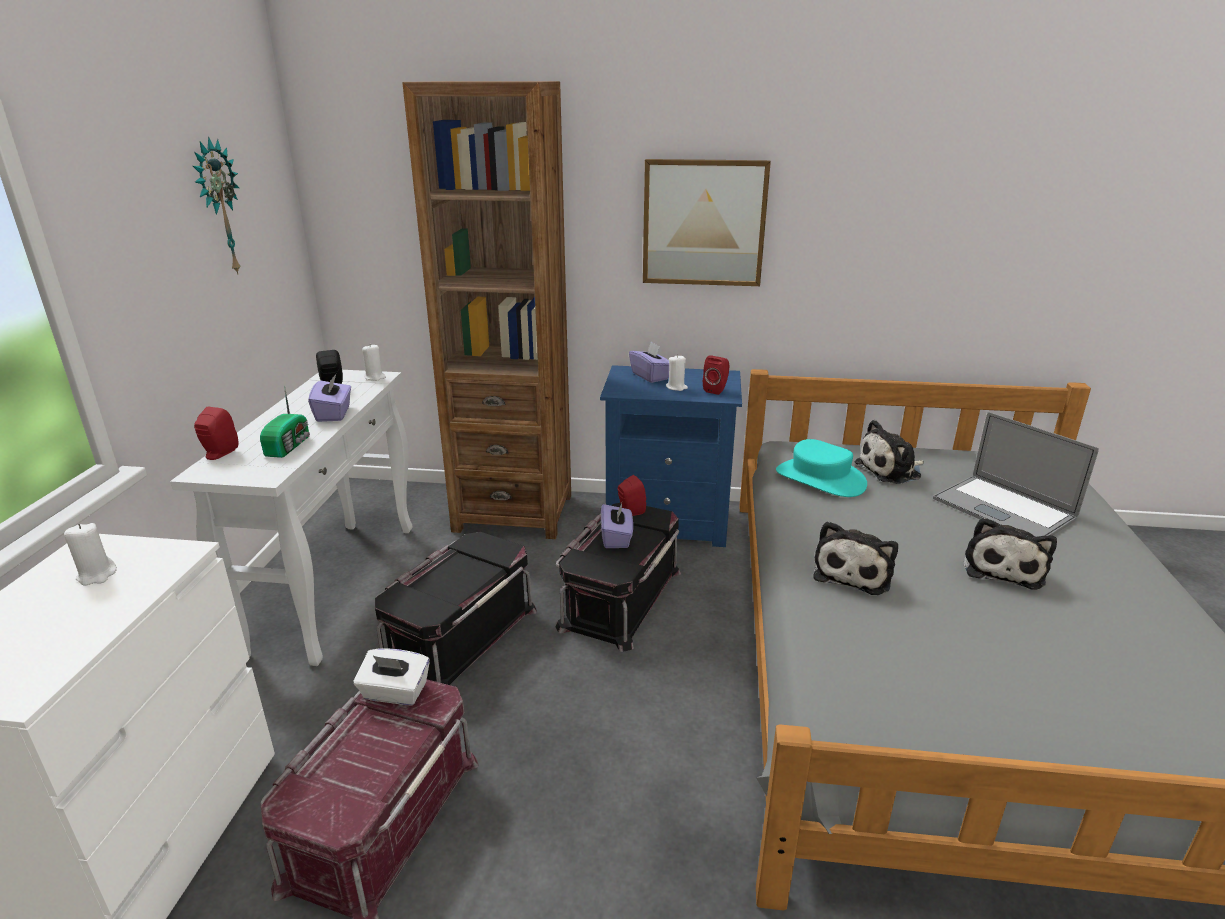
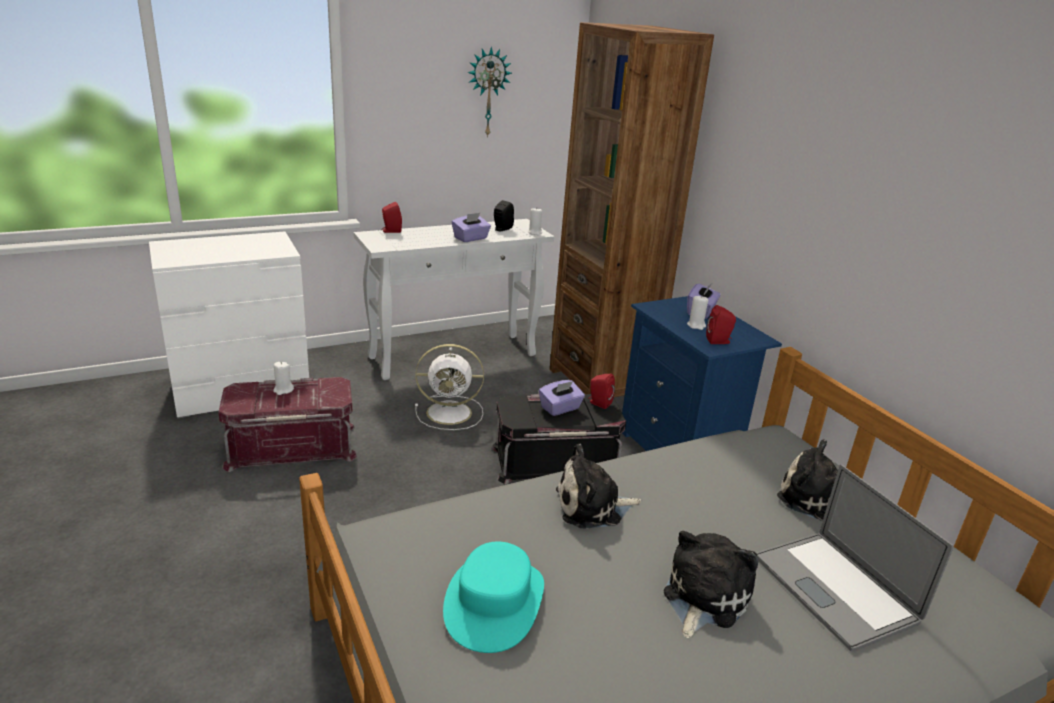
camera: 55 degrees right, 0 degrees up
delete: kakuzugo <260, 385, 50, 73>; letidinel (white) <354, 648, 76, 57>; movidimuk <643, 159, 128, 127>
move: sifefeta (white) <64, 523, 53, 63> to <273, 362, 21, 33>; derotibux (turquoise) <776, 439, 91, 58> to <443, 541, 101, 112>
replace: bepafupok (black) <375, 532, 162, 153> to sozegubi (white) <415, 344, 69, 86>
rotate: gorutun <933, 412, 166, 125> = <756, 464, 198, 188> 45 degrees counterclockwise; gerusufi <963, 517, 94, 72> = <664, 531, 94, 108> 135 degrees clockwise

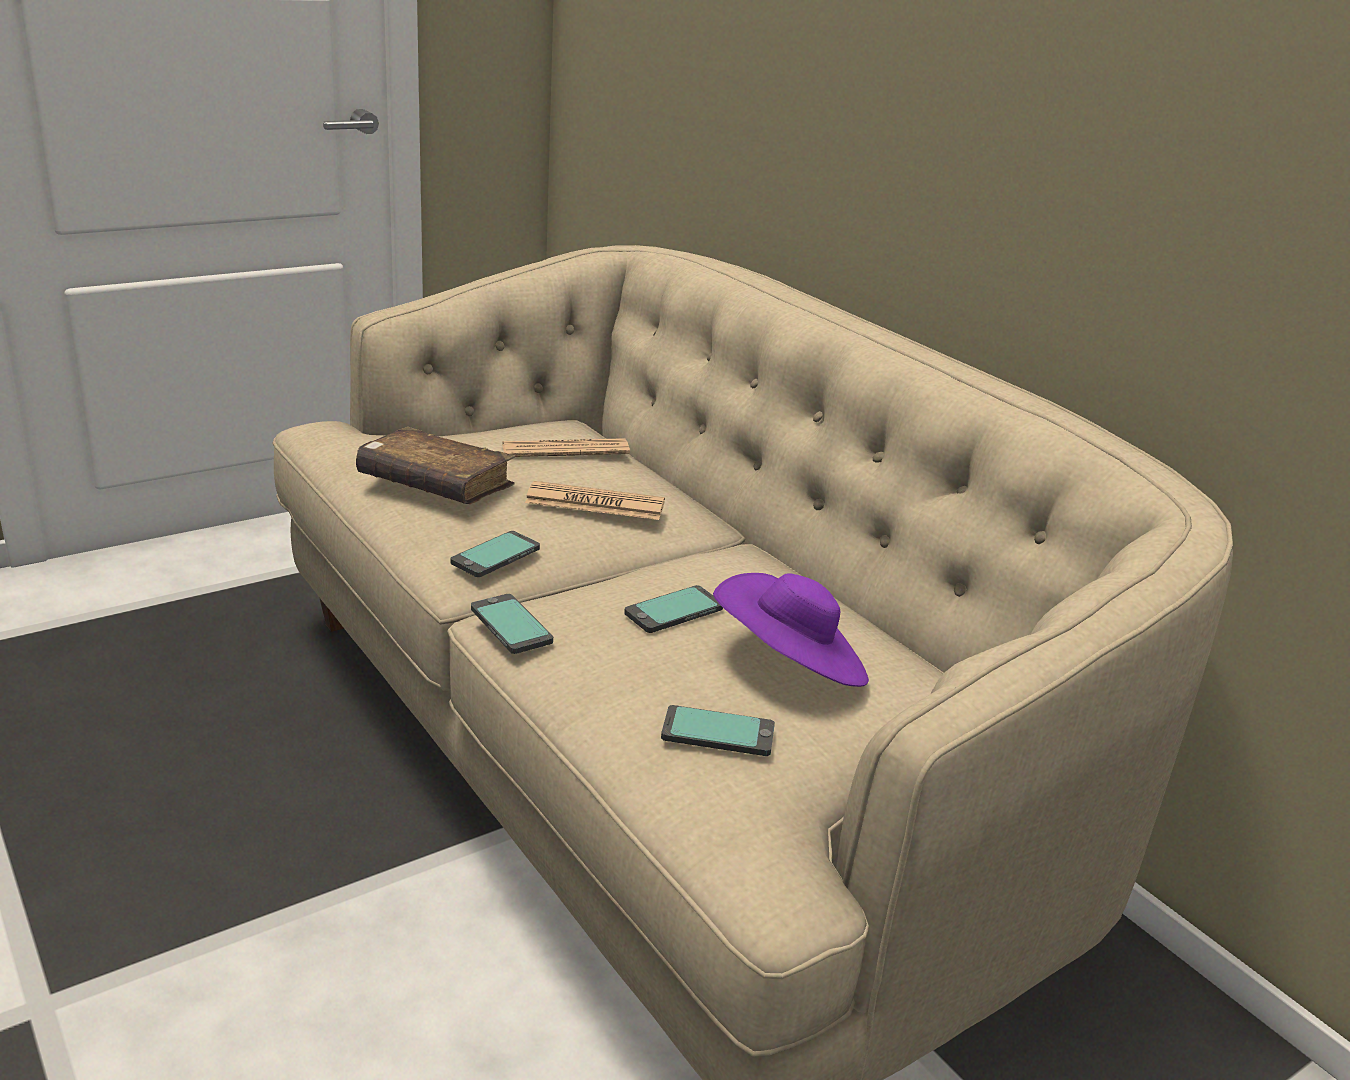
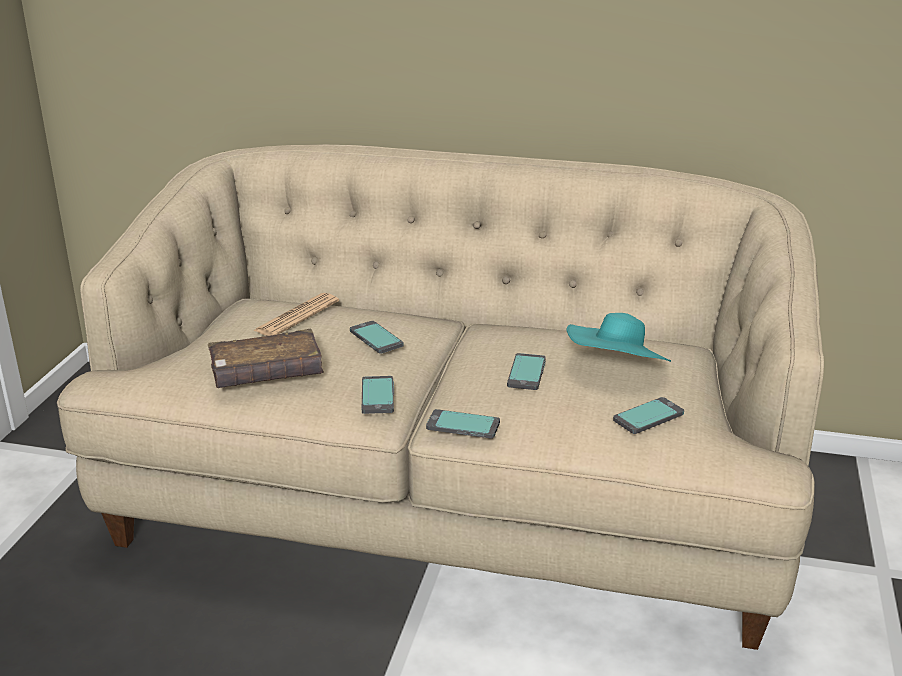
camera: 40 degrees left, 0 degrees up
replace: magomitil <525, 481, 140, 39> to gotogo <350, 321, 54, 33>
recolor: derotibux (purple) <713, 573, 156, 114> to derotibux (turquoise) <566, 313, 105, 49>

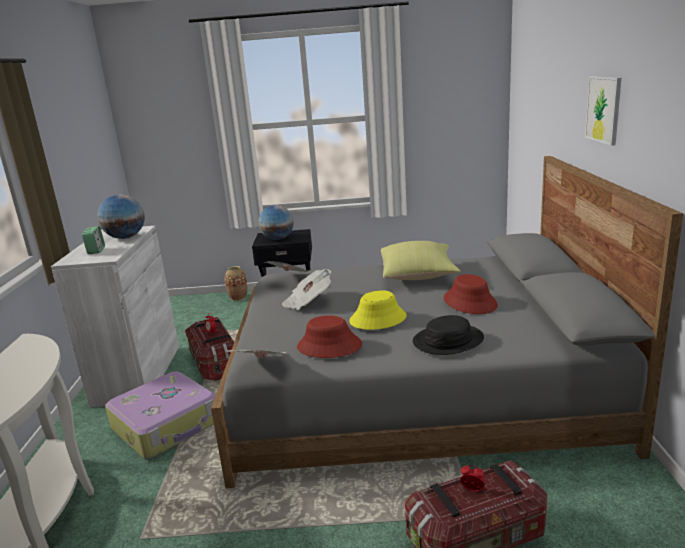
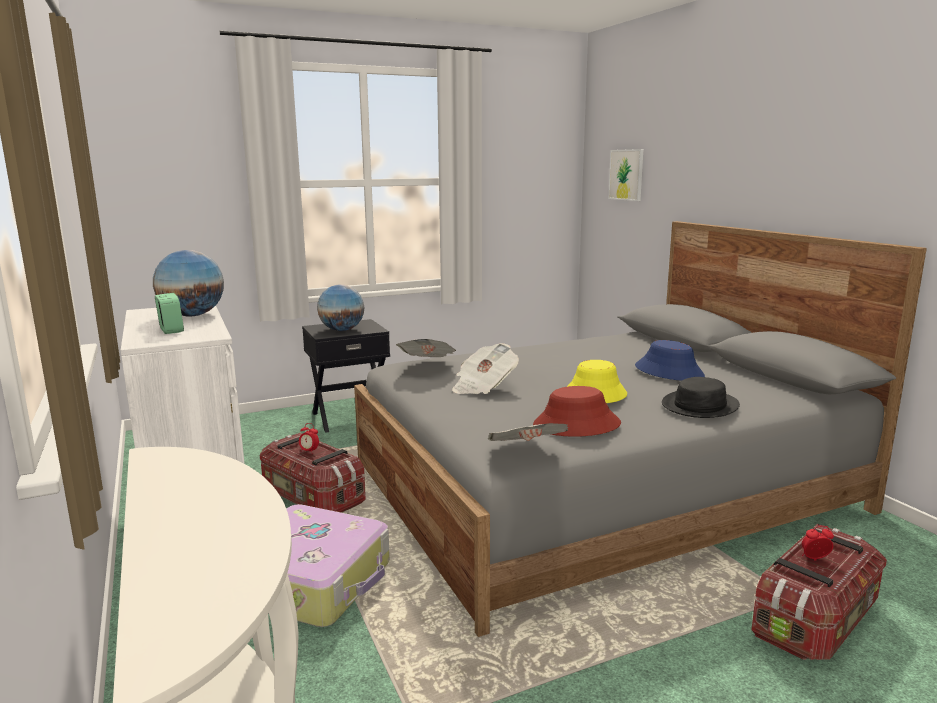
camera: 25 degrees left, 5 degrees down
delete: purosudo <225, 266, 22, 35>; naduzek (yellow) <381, 241, 80, 39>
move: movidimuk <585, 76, 37, 70> to <608, 149, 35, 52>
recolor: derotibux (red) <444, 274, 54, 40> to derotibux (blue) <635, 340, 70, 41>

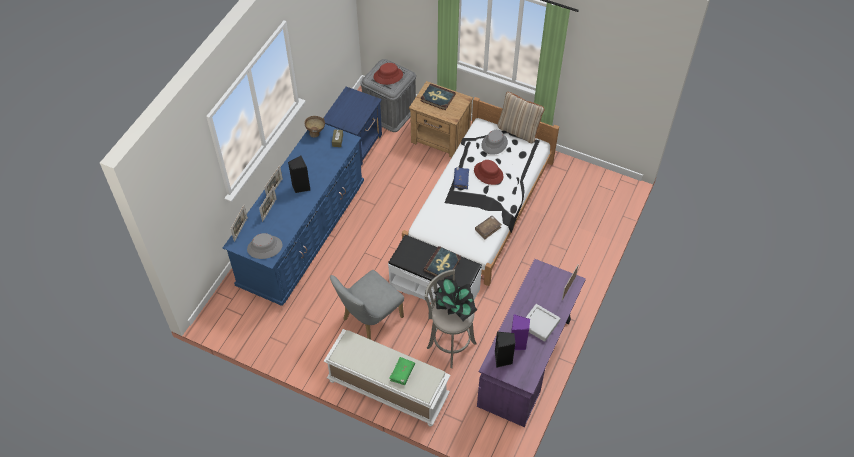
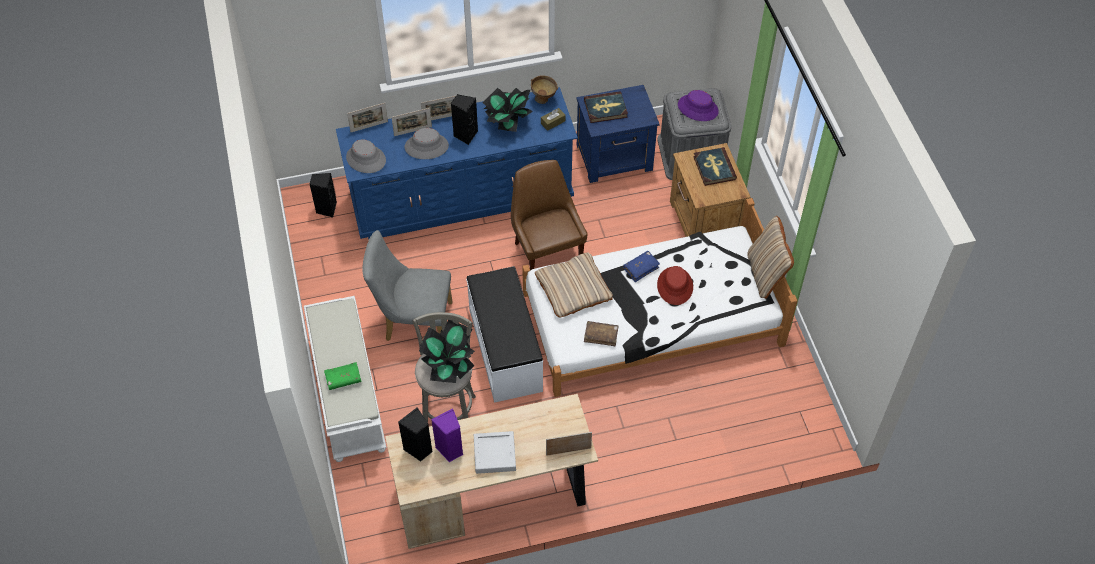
camera: 50 degrees right, 0 degrees up
insert: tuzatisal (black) <310, 173, 27, 44>; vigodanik <482, 88, 51, 44>; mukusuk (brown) <511, 160, 77, 110>; naduzek (beige) <535, 252, 78, 66>
move: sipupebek <423, 246, 38, 32> to <584, 91, 44, 32>; derotibux (grey) <482, 130, 26, 25> to <405, 128, 44, 31>
recolor: derotibux (red) <374, 63, 29, 22> to derotibux (purple) <678, 90, 41, 31>; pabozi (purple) <477, 259, 109, 168> to pabozi (beige) <385, 394, 213, 155>

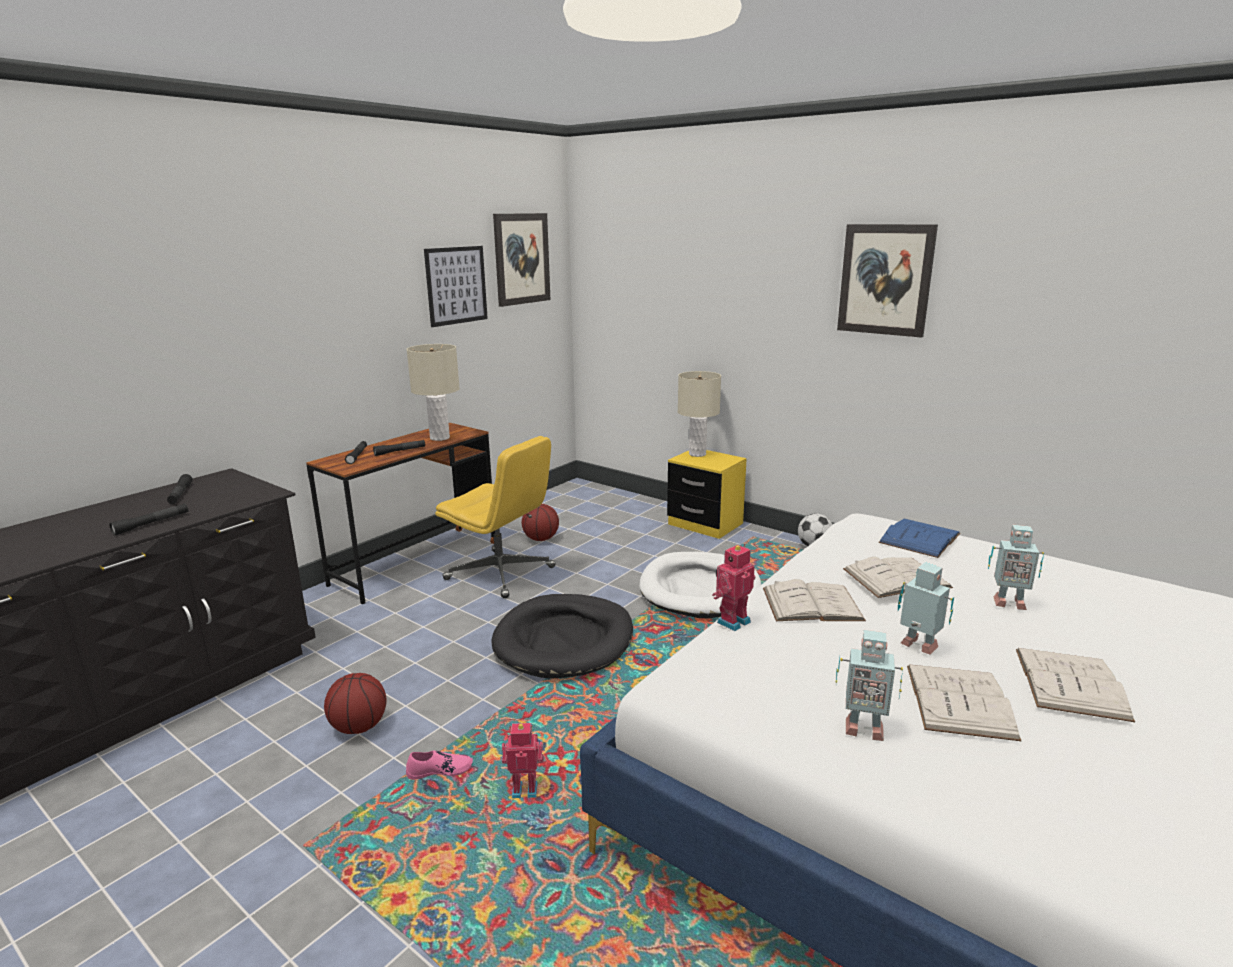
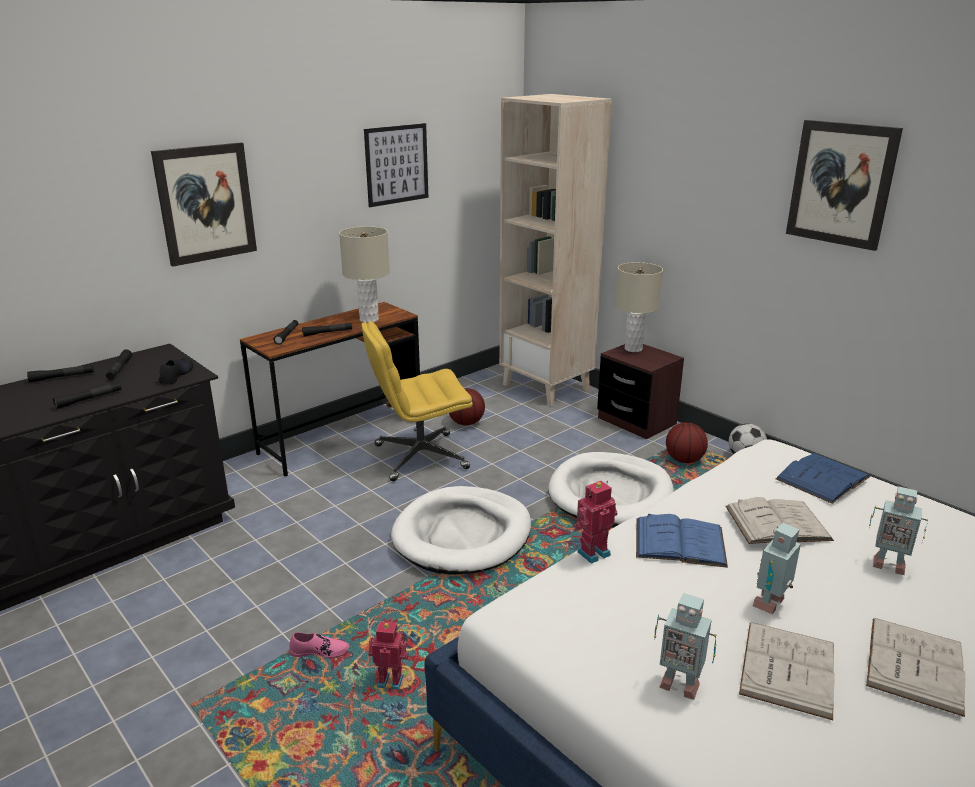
camera: 10 degrees right, 5 degrees up
insert: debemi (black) <27, 365, 67, 18>; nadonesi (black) <159, 358, 34, 26>; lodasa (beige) <499, 94, 113, 312>
move: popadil <324, 673, 63, 61> to <666, 423, 42, 40>; movidimuk <493, 213, 58, 94> to <151, 143, 106, 123>
recolor: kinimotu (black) <491, 594, 142, 84> to kinimotu (white) <391, 486, 140, 88>; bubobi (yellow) <667, 450, 80, 89> to bubobi (brown) <597, 344, 87, 95>; sipupebek (white) <763, 579, 103, 42> to sipupebek (blue) <636, 514, 92, 54>
rotate: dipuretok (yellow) <435, 436, 121, 163> = <361, 321, 112, 160> 120 degrees clockwise; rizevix <898, 562, 56, 92> = <753, 523, 48, 91> 105 degrees counterclockwise

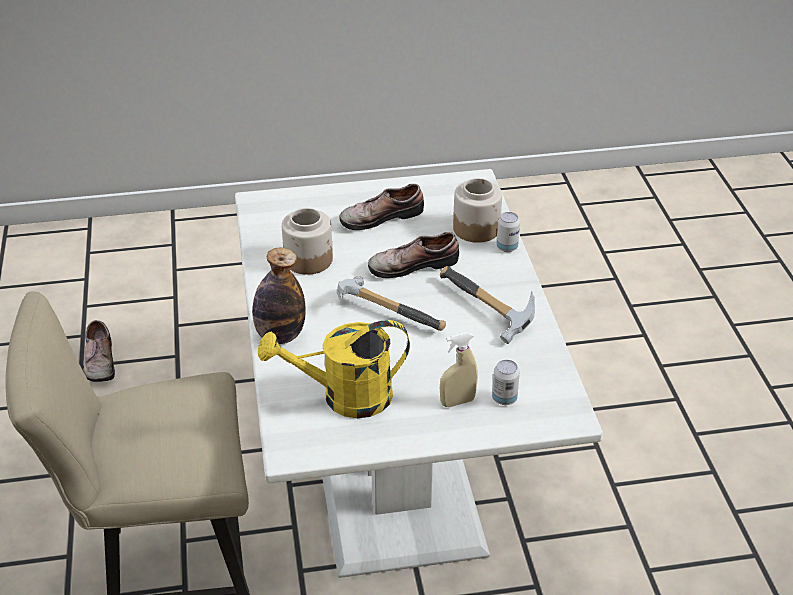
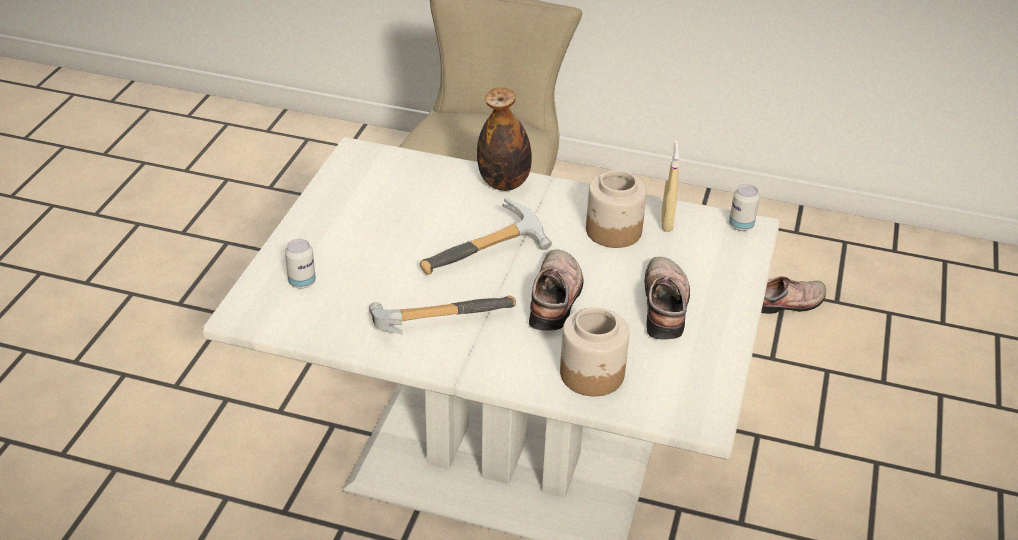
camera: 115 degrees right, 0 degrees up
delete: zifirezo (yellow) <258, 320, 152, 98>
move: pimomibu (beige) <440, 332, 38, 75> to <661, 140, 18, 92>; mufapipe <496, 212, 24, 40> to <729, 184, 31, 47>
rotate: nadonesi <83, 320, 32, 62> = <761, 276, 65, 38> 150 degrees clockwise

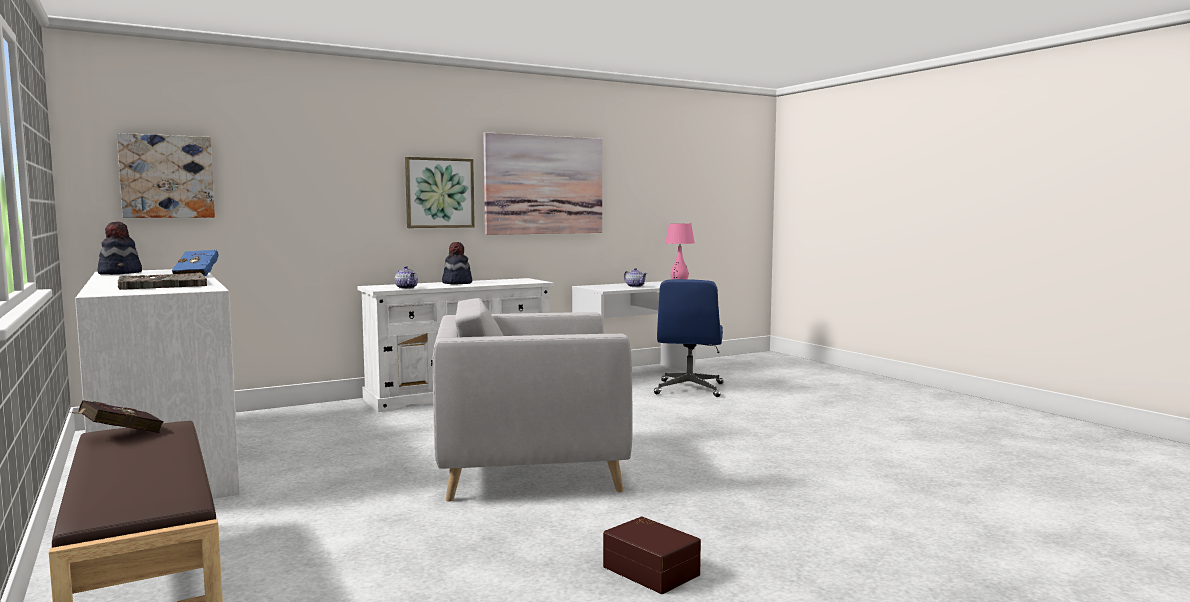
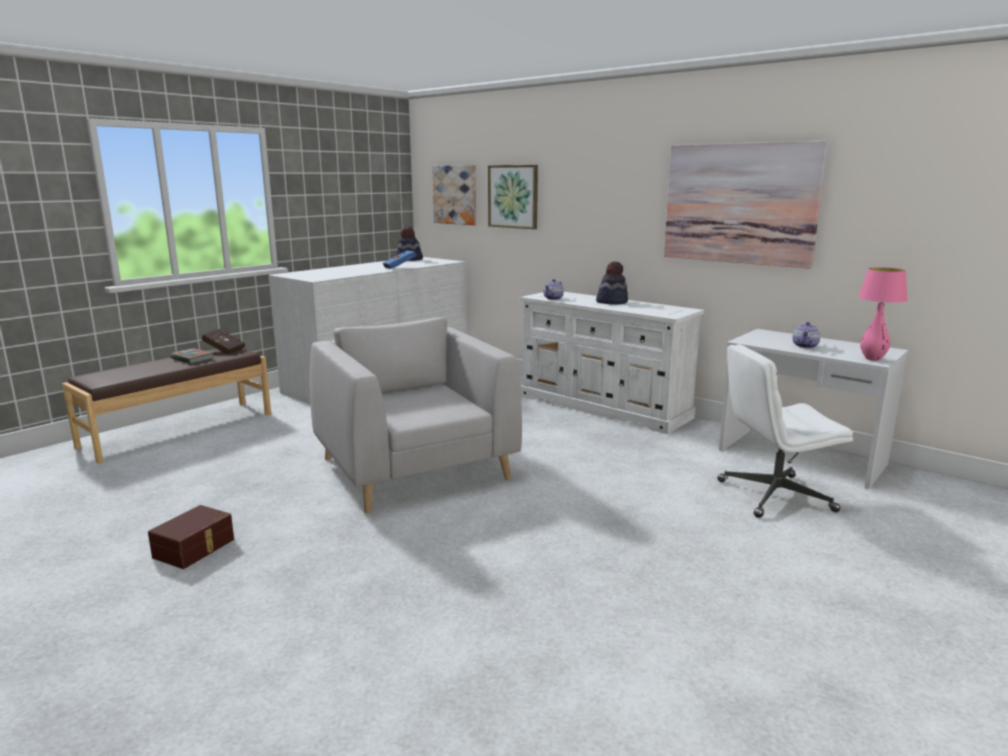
camera: 70 degrees right, 10 degrees up
delete: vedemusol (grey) <118, 273, 89, 17>
insert: sipupebek <170, 348, 44, 16>
move: movidimuk <405, 157, 70, 71> to <488, 165, 50, 64>
recolor: dipuretok (blue) <654, 279, 69, 118> to dipuretok (white) <717, 344, 136, 174>

